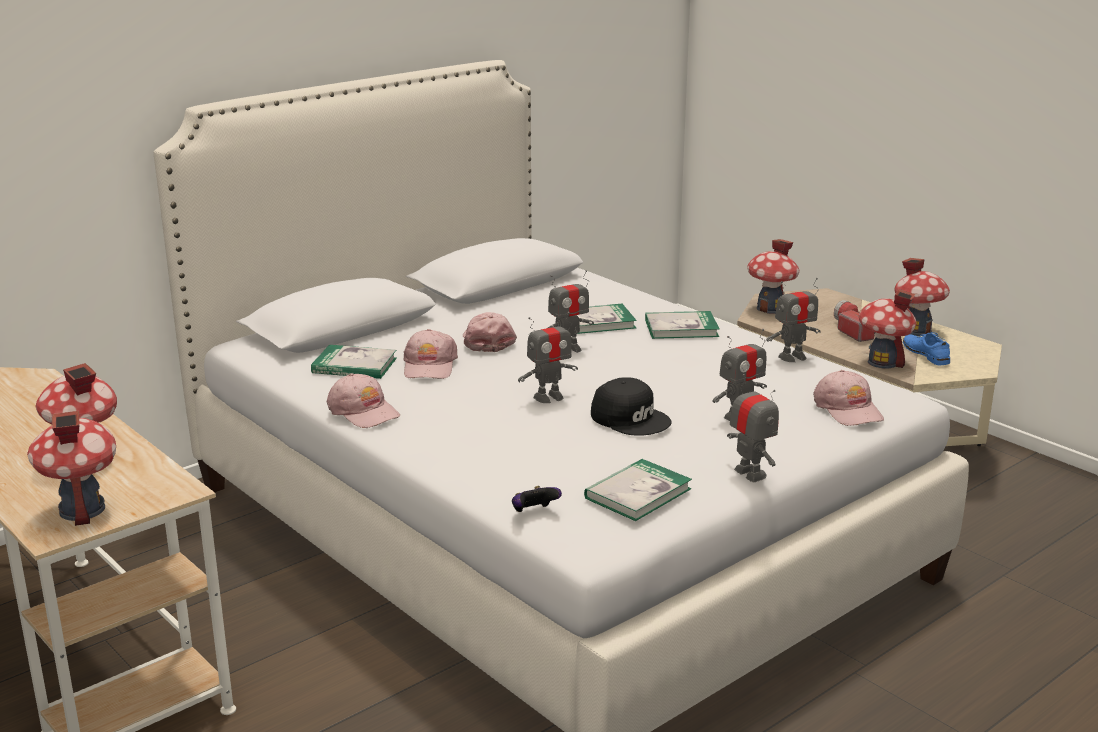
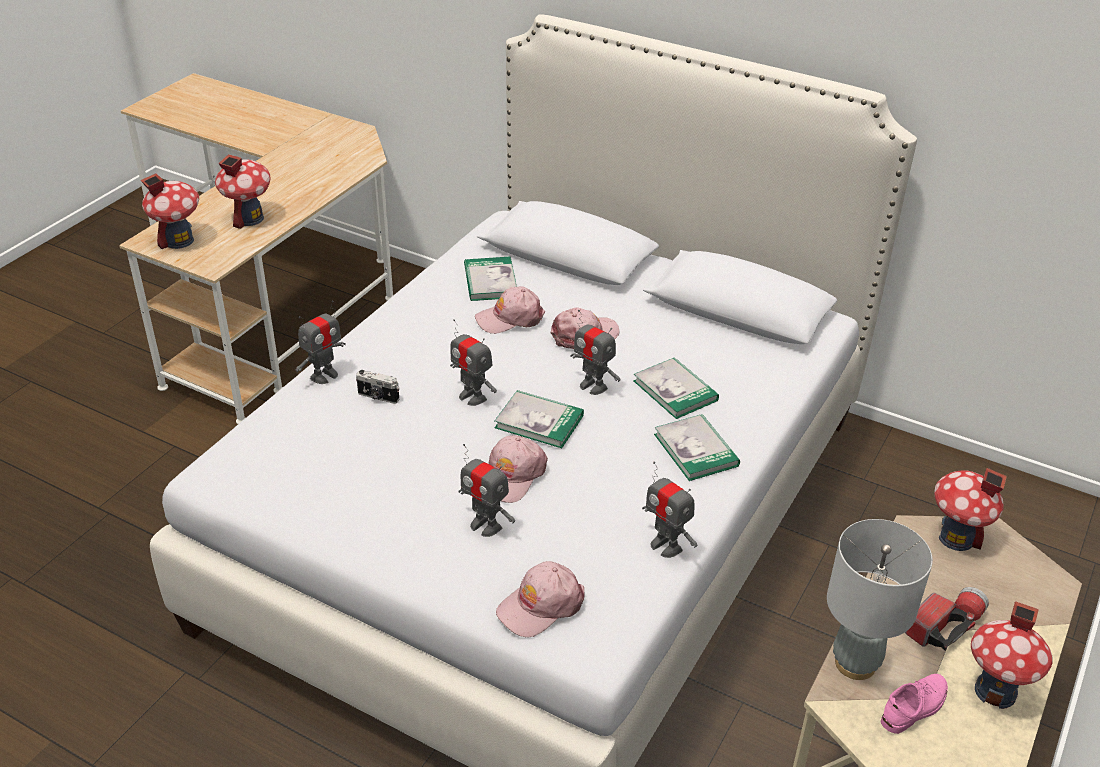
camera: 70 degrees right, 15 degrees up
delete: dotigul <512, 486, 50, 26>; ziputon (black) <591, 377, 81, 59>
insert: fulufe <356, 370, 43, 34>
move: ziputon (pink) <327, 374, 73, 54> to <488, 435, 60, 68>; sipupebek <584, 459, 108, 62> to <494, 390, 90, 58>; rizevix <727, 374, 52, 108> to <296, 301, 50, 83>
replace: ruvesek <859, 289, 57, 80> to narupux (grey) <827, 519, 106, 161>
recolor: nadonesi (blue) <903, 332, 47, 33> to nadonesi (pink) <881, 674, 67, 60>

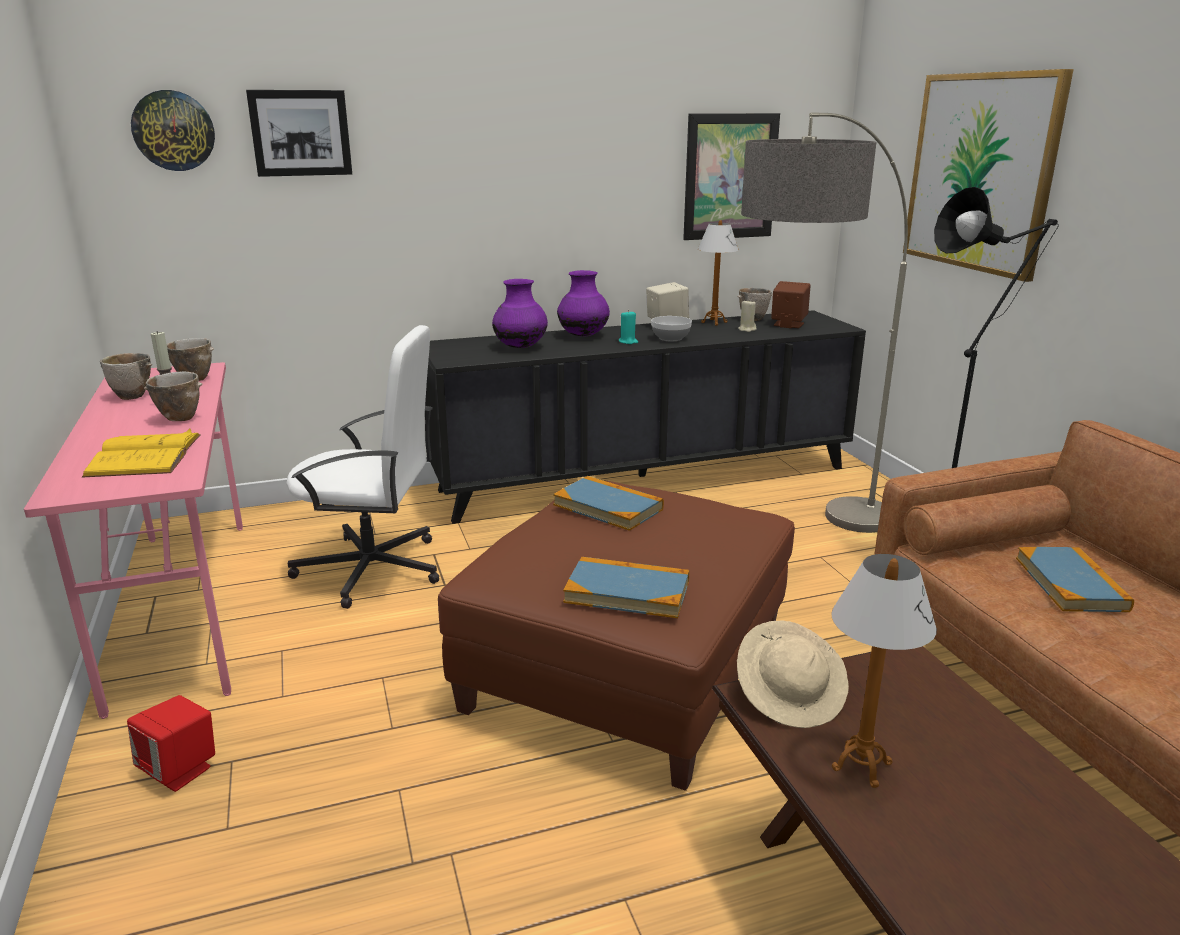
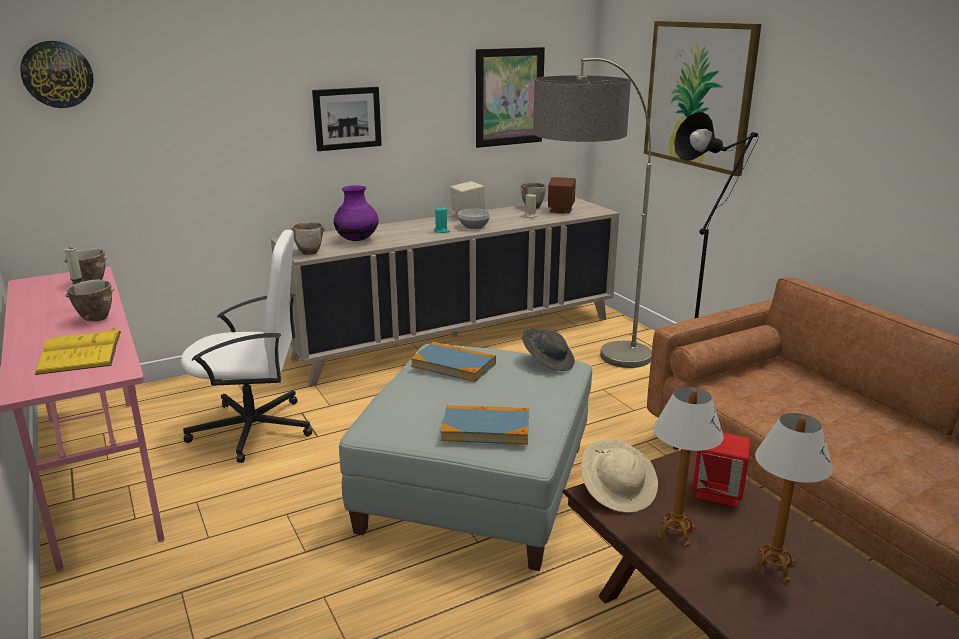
camera: 10 degrees left, 0 degrees up
delete: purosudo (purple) <557, 270, 53, 66>; sipupebek <1016, 547, 118, 65>
insert: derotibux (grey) <522, 328, 53, 43>
move: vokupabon <100, 353, 52, 47> to <292, 222, 34, 33>; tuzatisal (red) <127, 695, 88, 97> to <693, 433, 58, 74>; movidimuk <246, 90, 106, 87> to <312, 87, 70, 64>; narupux <698, 220, 41, 106> to <753, 413, 80, 170>
recolor: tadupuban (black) <425, 310, 441, 214> to tadupuban (beige) <271, 198, 348, 189>; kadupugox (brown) <438, 480, 357, 311> to kadupugox (grey) <339, 344, 253, 227>

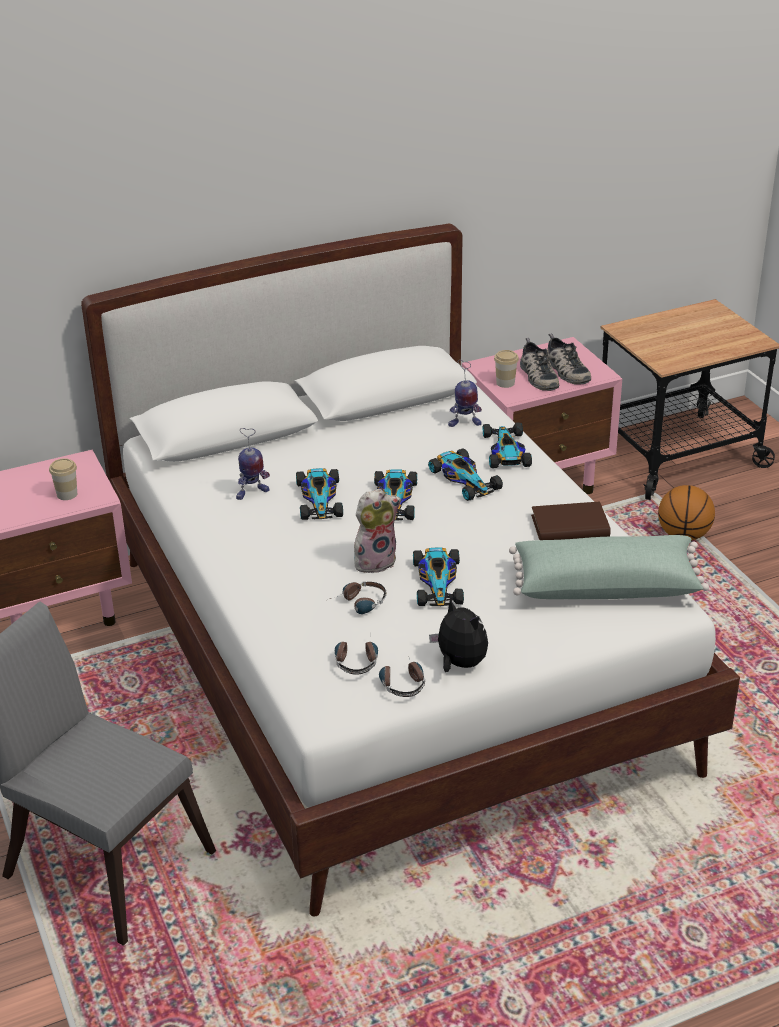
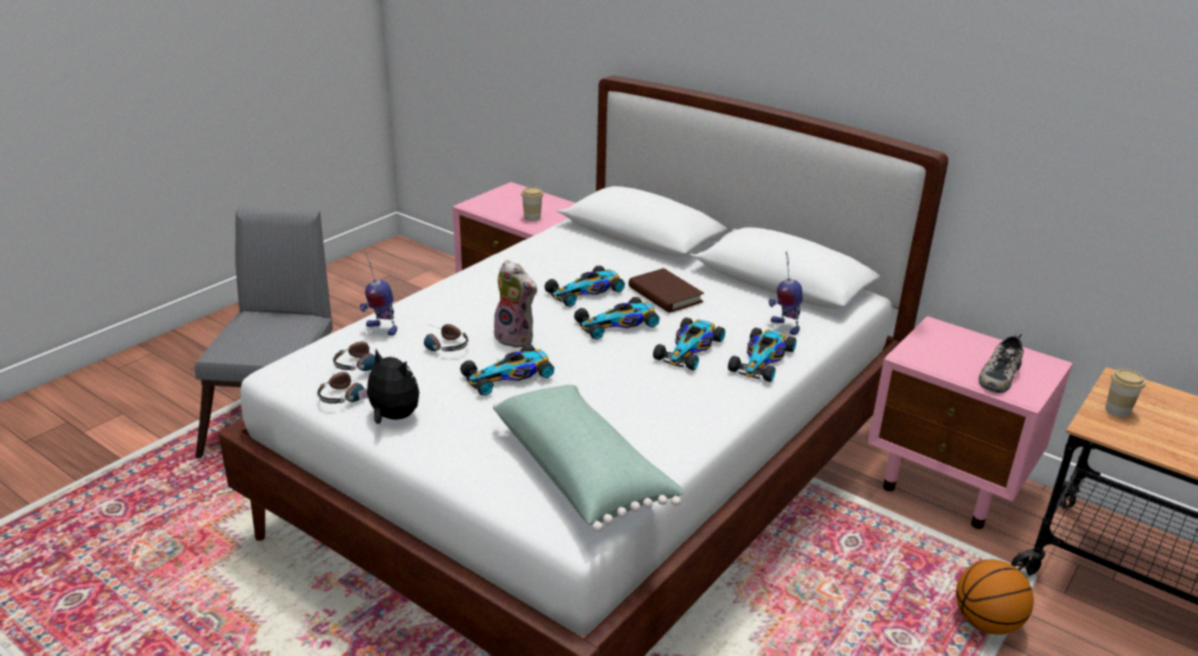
camera: 60 degrees right, 5 degrees down
delete: nadonesi <520, 338, 39, 53>
move: rizevix <236, 428, 34, 72> to <360, 253, 37, 83>; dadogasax <494, 350, 25, 38> to <1105, 369, 40, 48>; sipupebek (brown) <531, 502, 80, 38> to <628, 268, 76, 45>
rotate: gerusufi <429, 598, 59, 74> = <358, 349, 61, 75> 75 degrees counterclockwise; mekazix <482, 423, 50, 45> = <728, 328, 68, 54> 150 degrees clockwise

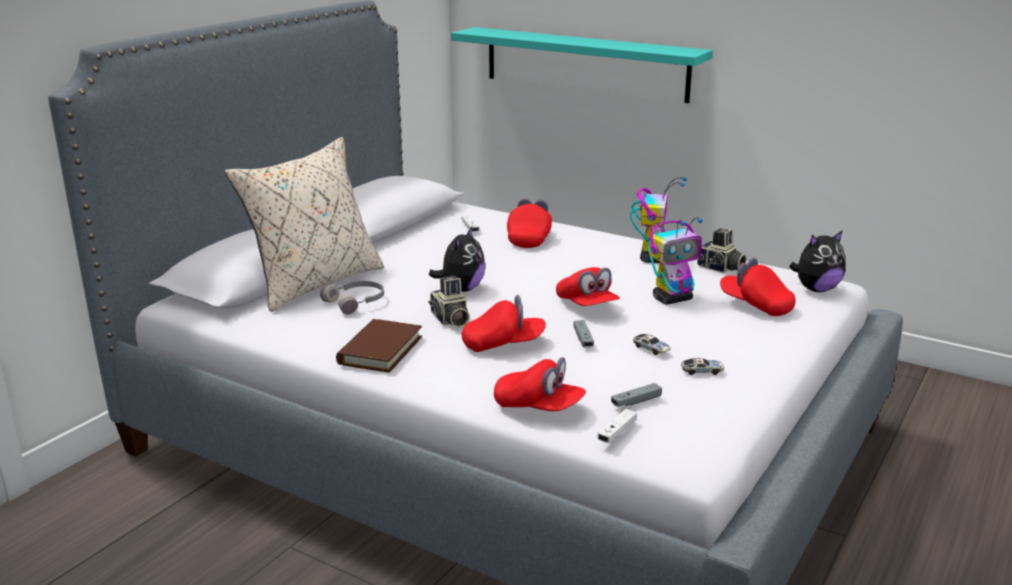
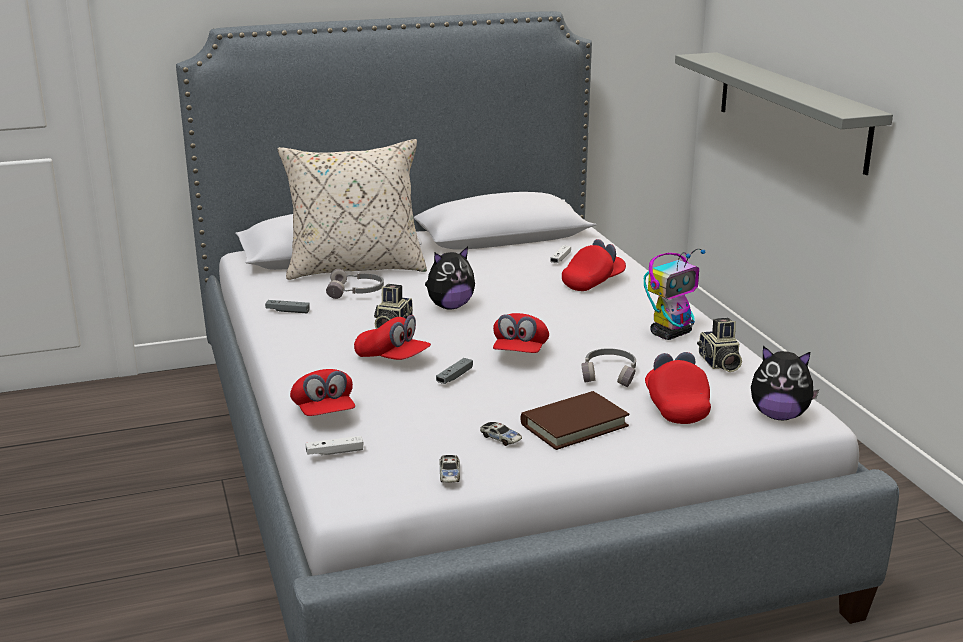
camera: 40 degrees right, 0 degrees up
move: sipupebek (brown) <336, 319, 86, 54> to <521, 391, 108, 59>; dotigul (grey) <611, 383, 51, 24> to <265, 300, 45, 13>; mekazix <633, 334, 38, 21> to <439, 455, 21, 28>
replace: rizevix <648, 218, 55, 87> to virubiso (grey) <582, 348, 54, 39>
recolor: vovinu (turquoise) <451, 27, 262, 76> to vovinu (grey) <675, 52, 218, 123>

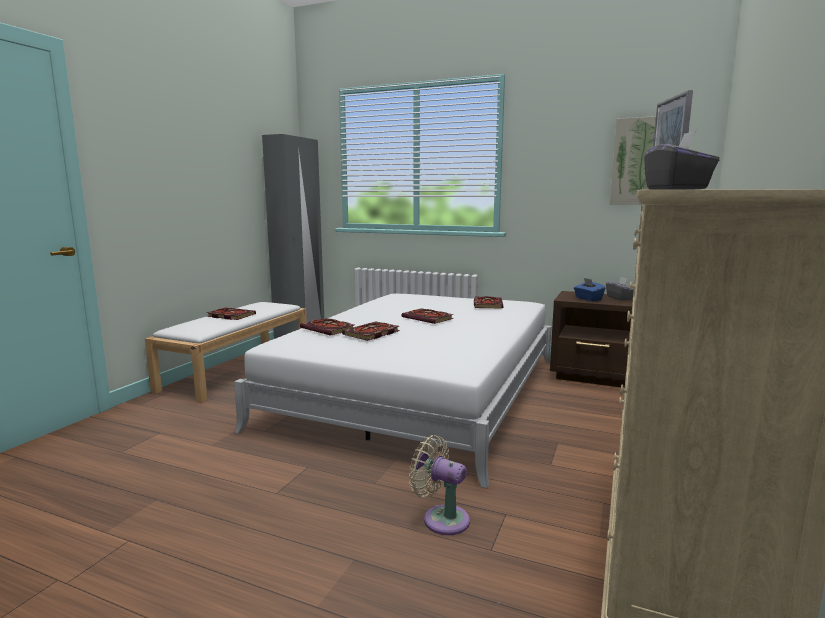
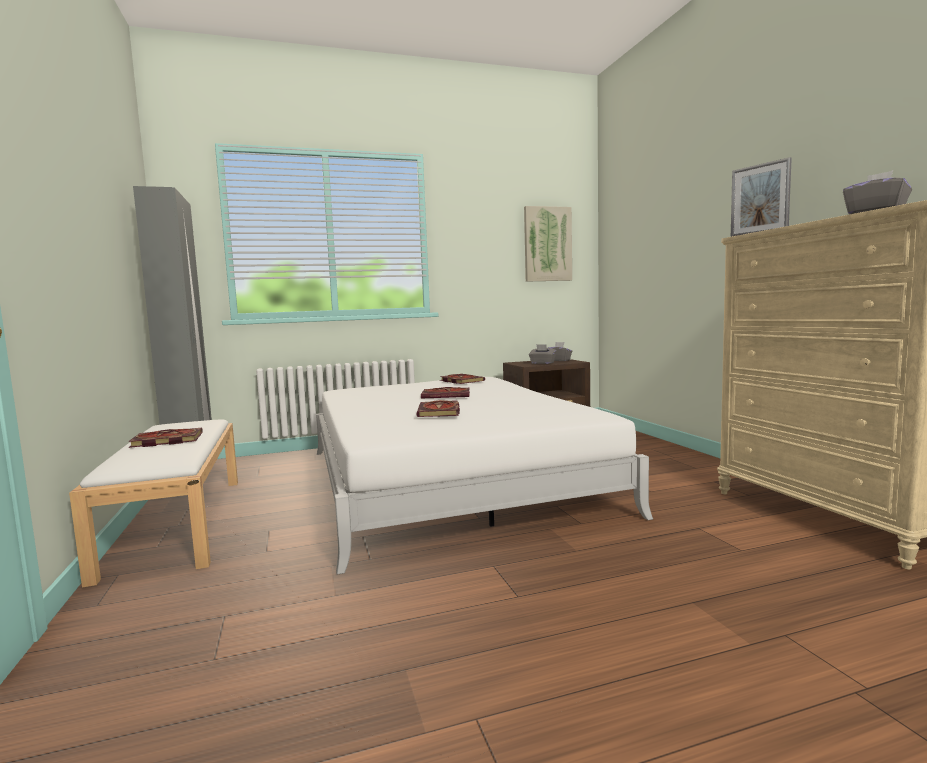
camera: 40 degrees left, 5 degrees down
delete: sipupebek <300, 318, 54, 18>; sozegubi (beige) <409, 435, 61, 100>
recolor: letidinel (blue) <574, 278, 31, 23> to letidinel (grey) <529, 344, 27, 20>

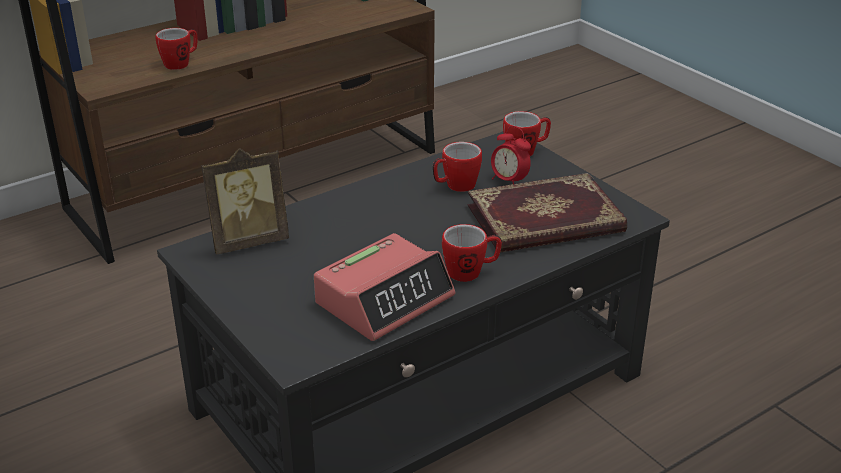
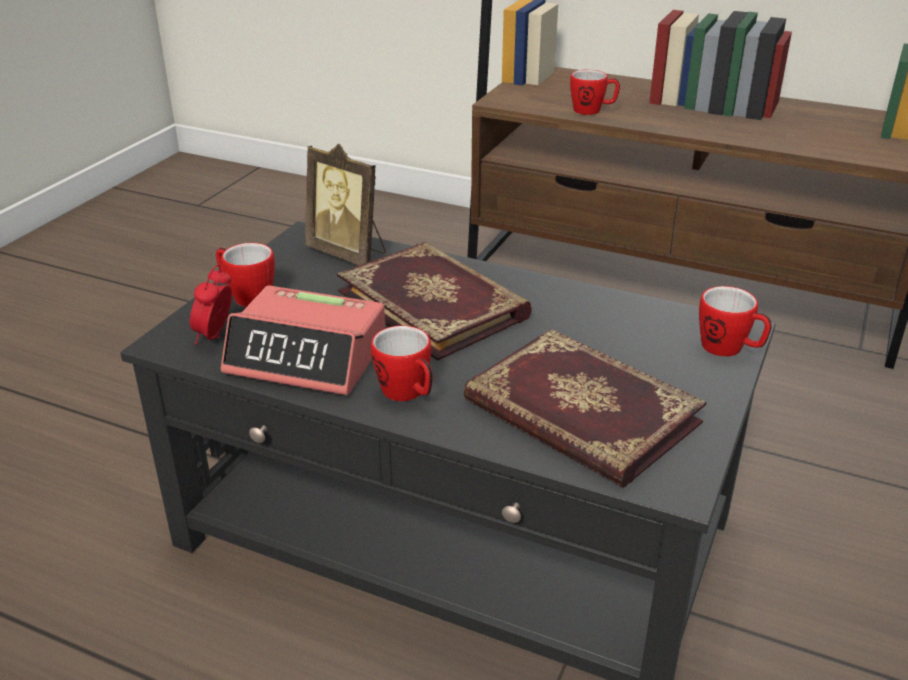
camera: 60 degrees right, 0 degrees up
insert: sipupebek <337, 242, 195, 119>
move: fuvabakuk <433, 142, 49, 50> to <216, 243, 59, 64>; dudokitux <491, 126, 40, 58> to <190, 264, 42, 81>

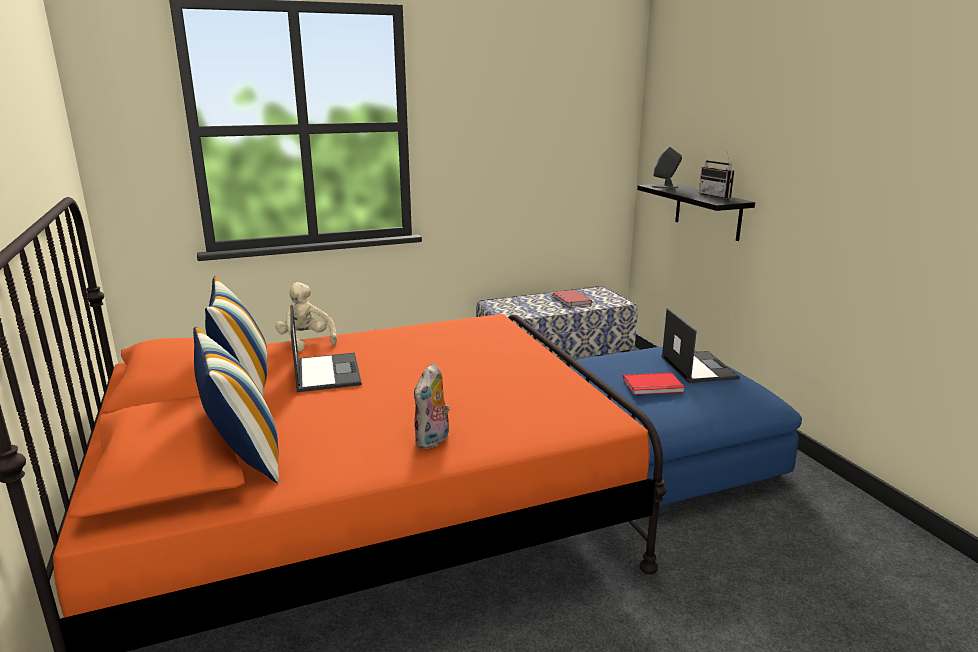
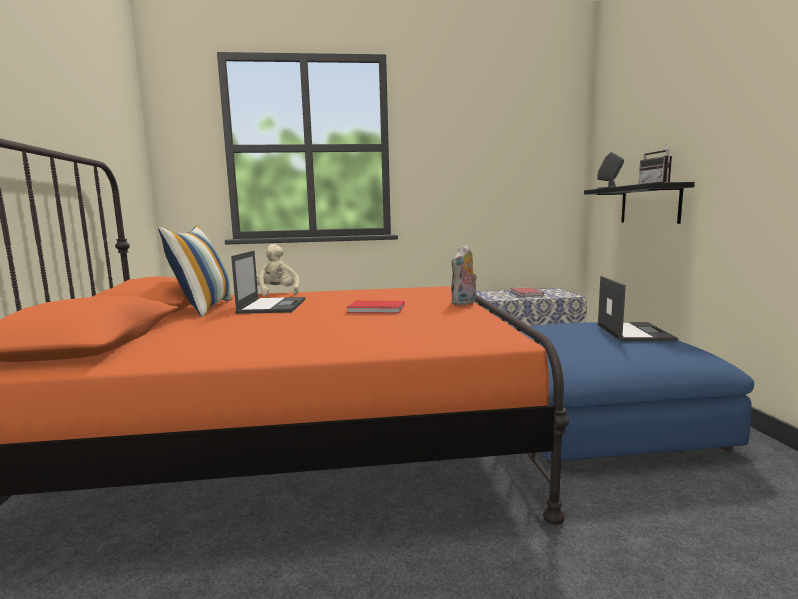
camera: 15 degrees right, 10 degrees down
delete: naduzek <193, 327, 86, 156>
move: gerusufi <414, 363, 36, 86> to <451, 245, 29, 60>; sipupebek (red) <623, 373, 62, 22> to <347, 301, 58, 12>

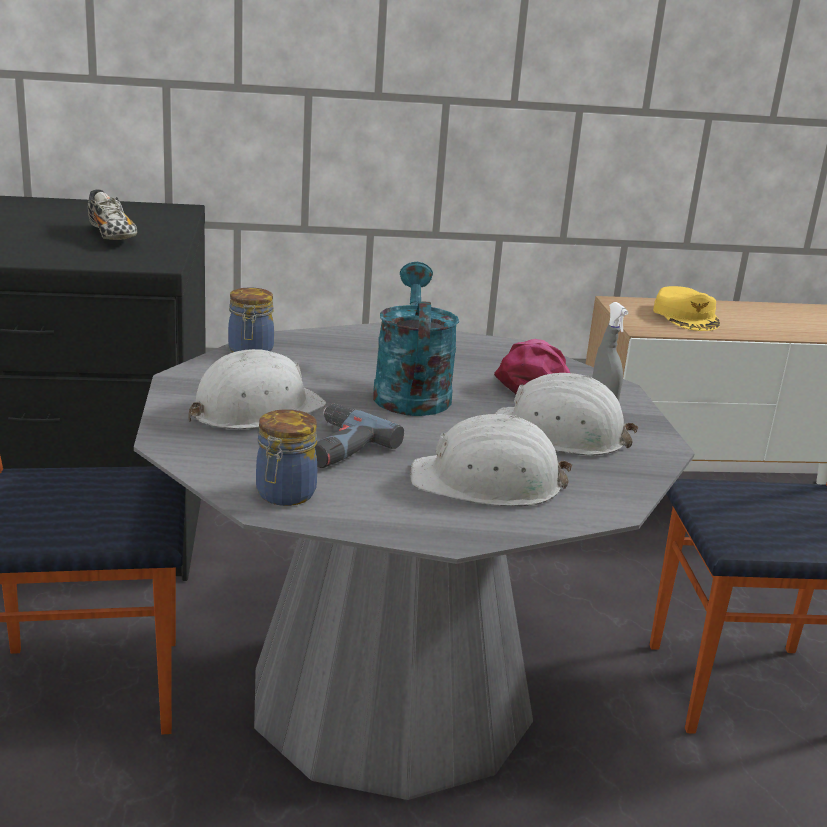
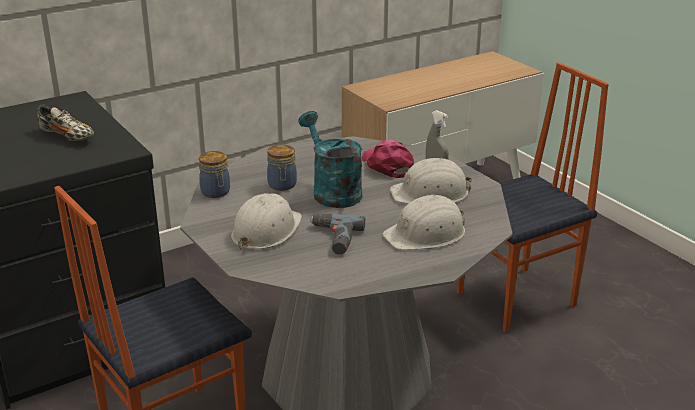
camera: 25 degrees left, 5 degrees up
delete: ziputon (yellow) <653, 286, 67, 45>
move: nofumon <256, 409, 61, 97> to <267, 145, 30, 46>

